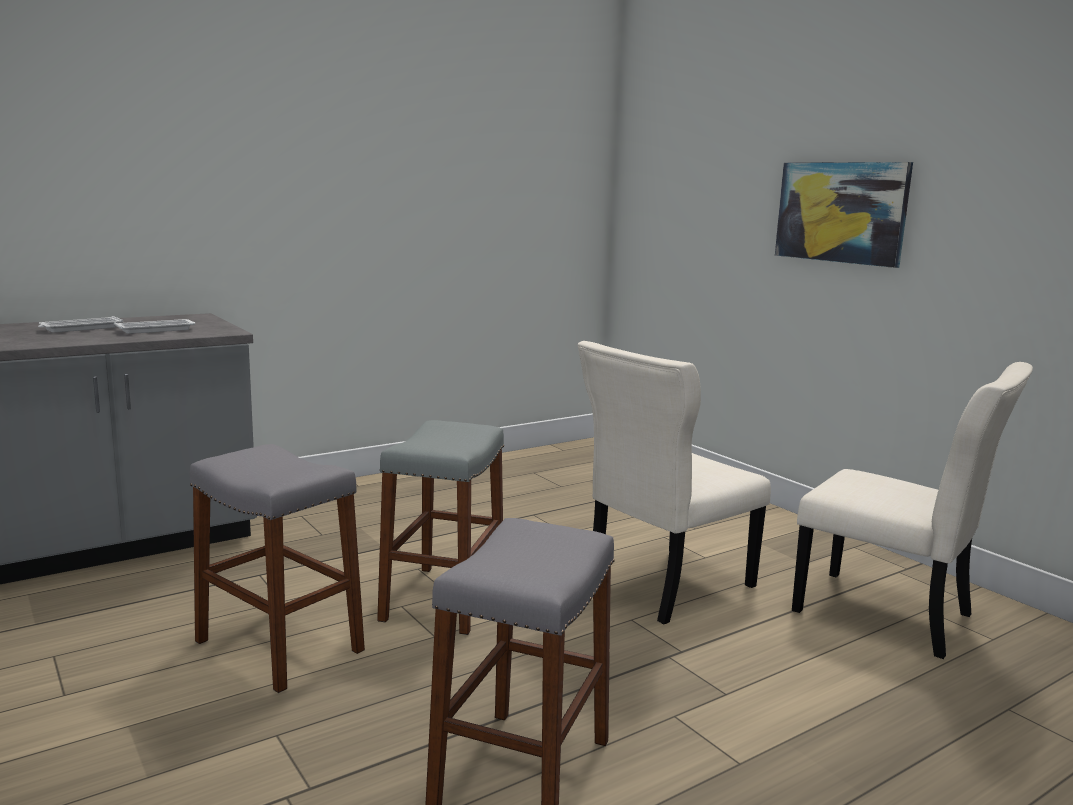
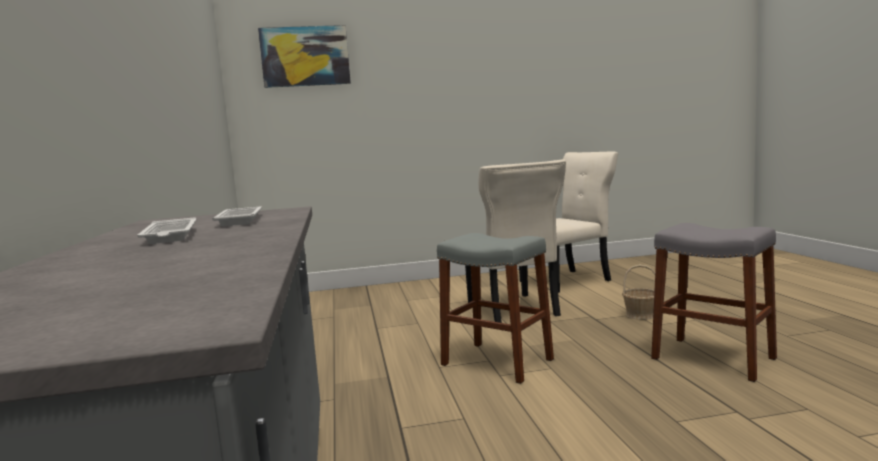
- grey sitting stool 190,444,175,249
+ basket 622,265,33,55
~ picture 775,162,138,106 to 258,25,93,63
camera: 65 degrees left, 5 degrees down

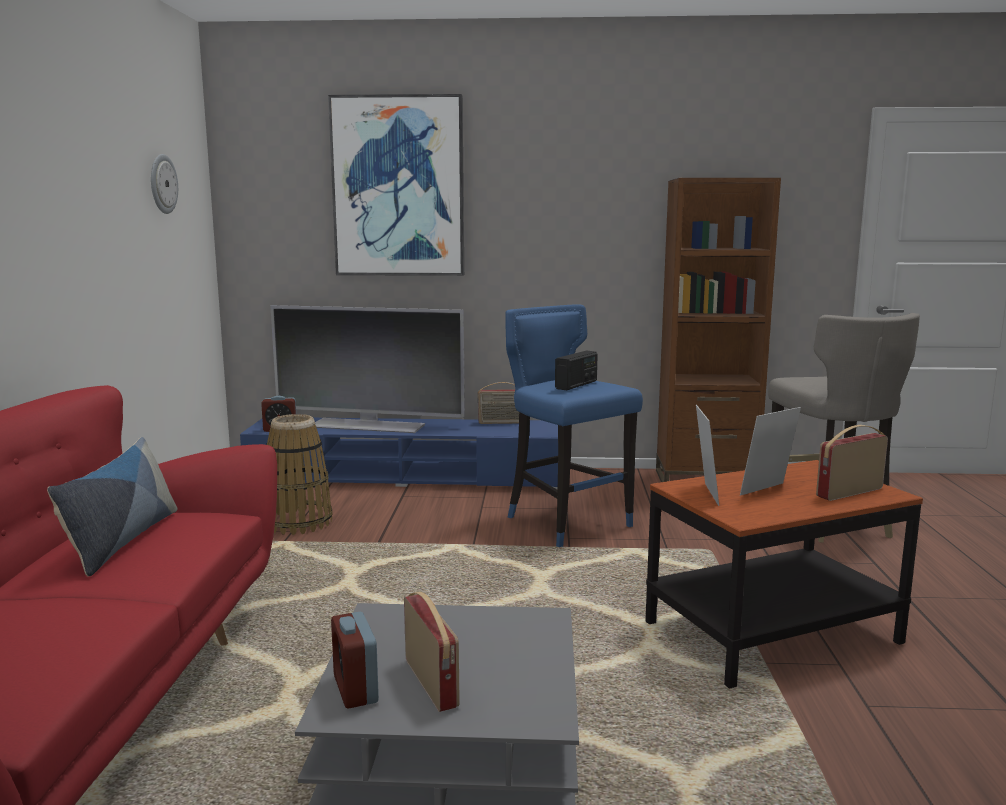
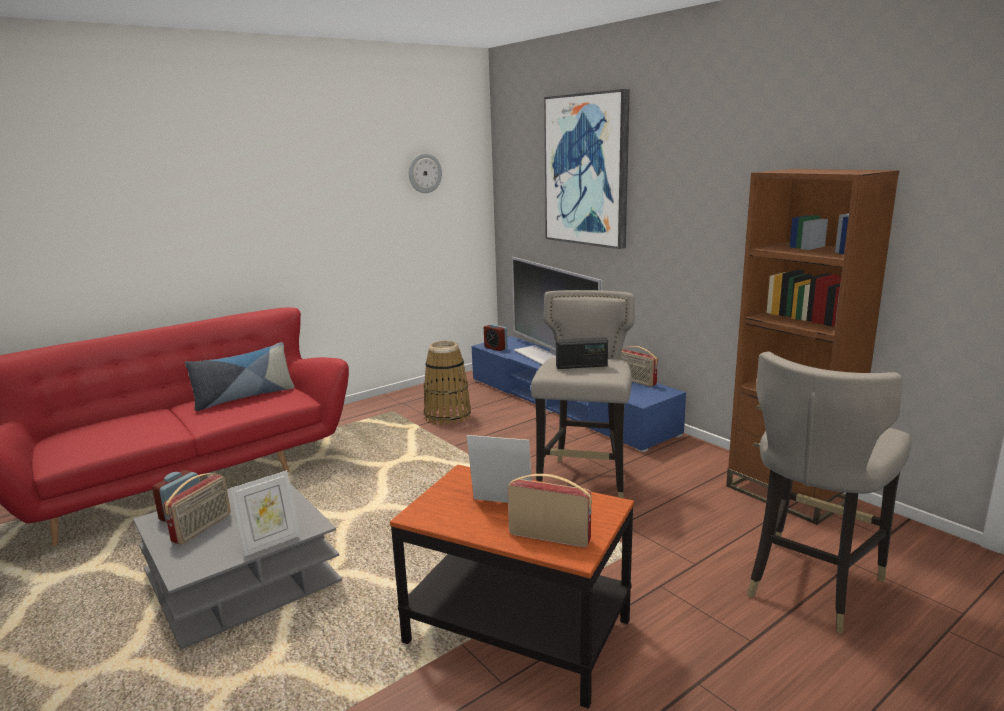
~ photo frame 696,405,23,101 to 230,470,70,86
~ bluish sitting stool 505,305,138,242 to grey sitting stool 531,290,104,208
camera: 50 degrees right, 5 degrees up

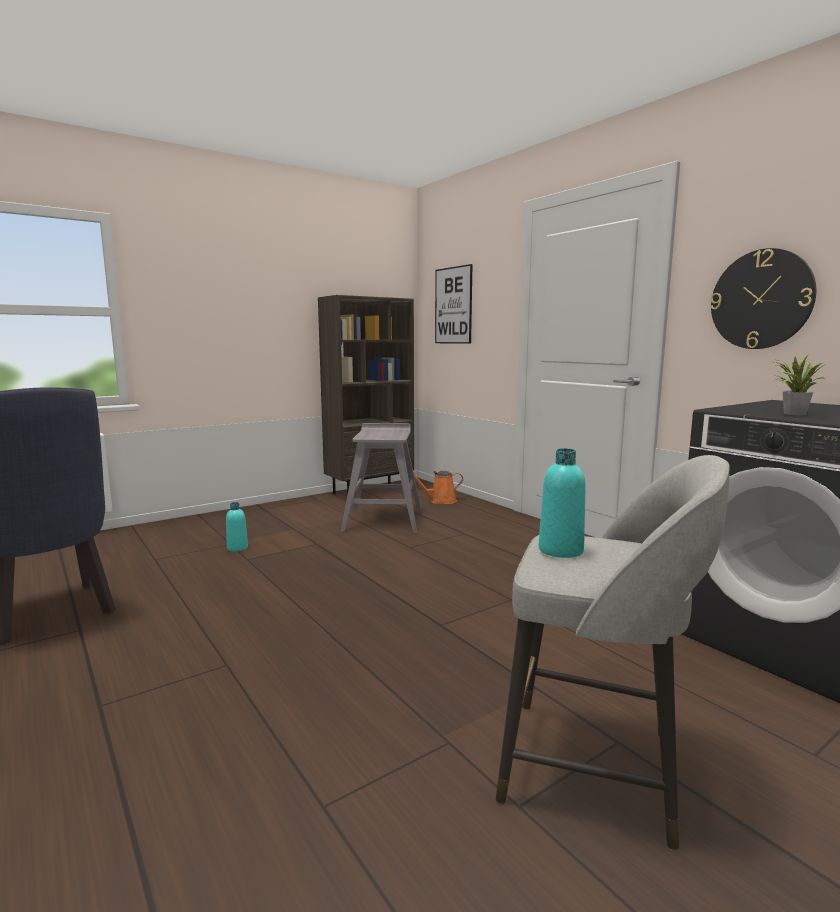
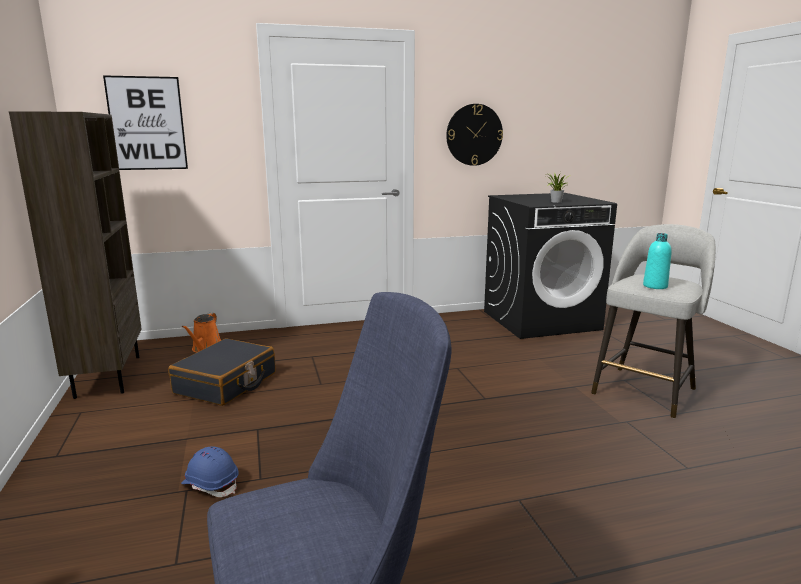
~ turquoise drink bottle 226,502,22,50 to bluish hard hat 181,447,58,50
~ grey sitting stool 341,423,81,110 to blackish travel case 168,338,108,68
camera: 70 degrees left, 5 degrees up

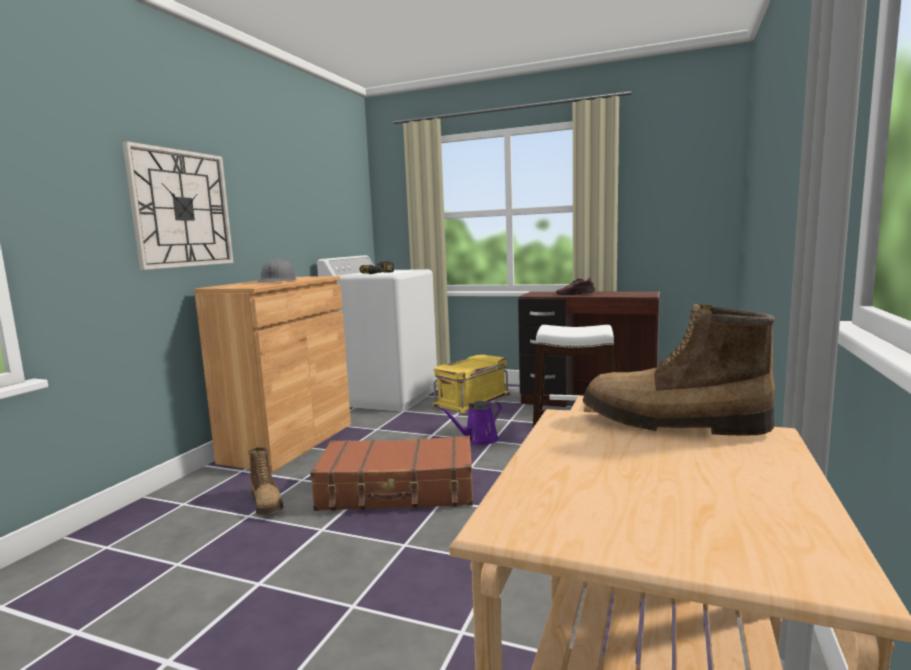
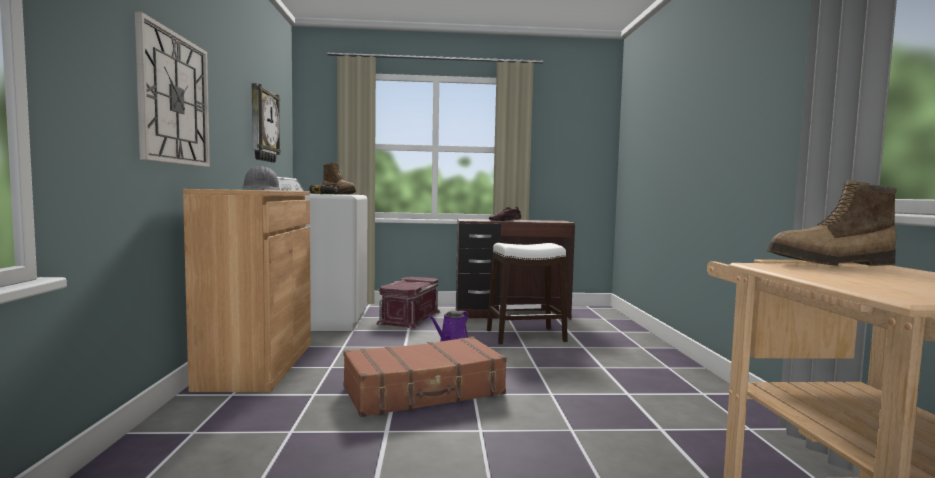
+ wall clock 252,83,29,80
~ high-top boot 248,447,35,68 to 323,162,33,32
~ yellow-coloured storage bin 432,355,79,58 to red-coloured storage bin 377,277,63,52
camera: 25 degrees left, 5 degrees down

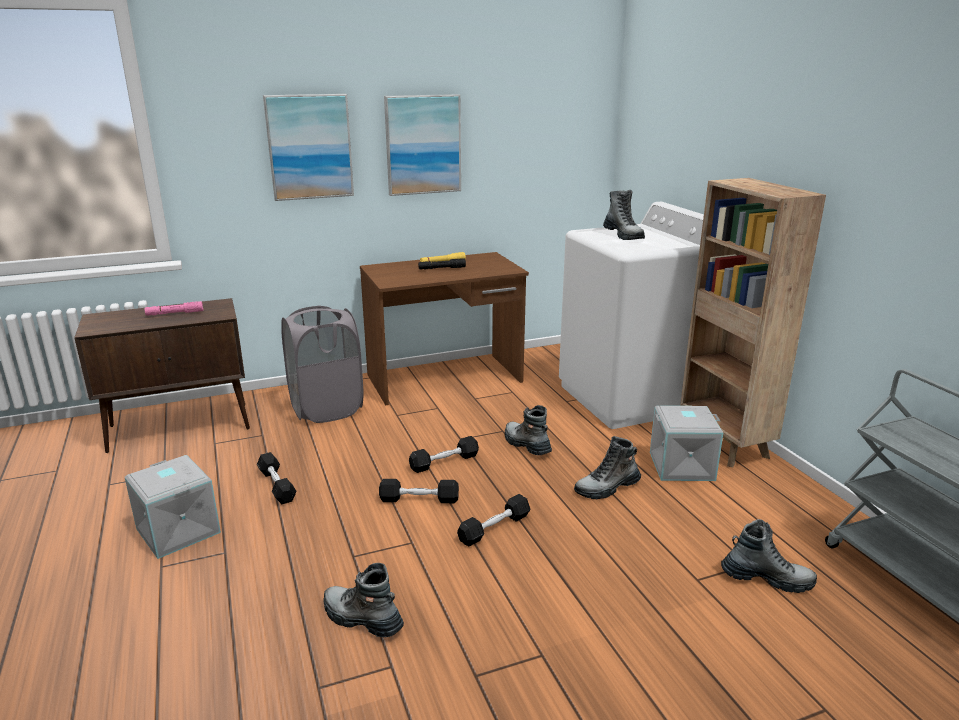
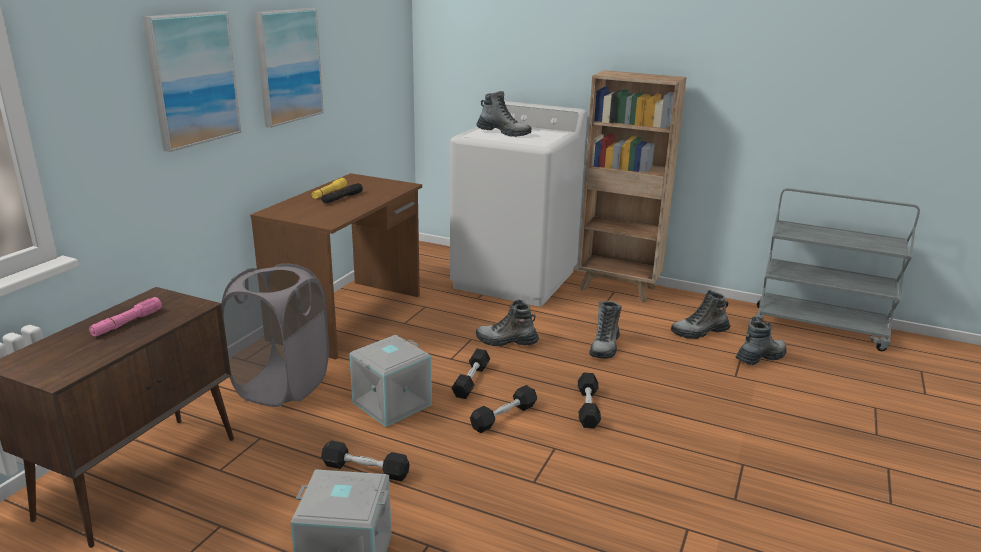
~ high-top boot 323,563,81,75 to 671,290,60,49
~ grey storage bin 650,406,73,75 to 349,335,83,92
camera: 45 degrees left, 0 degrees up

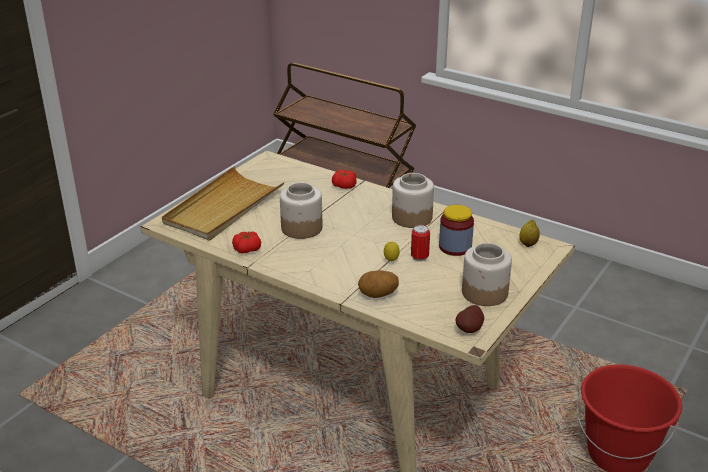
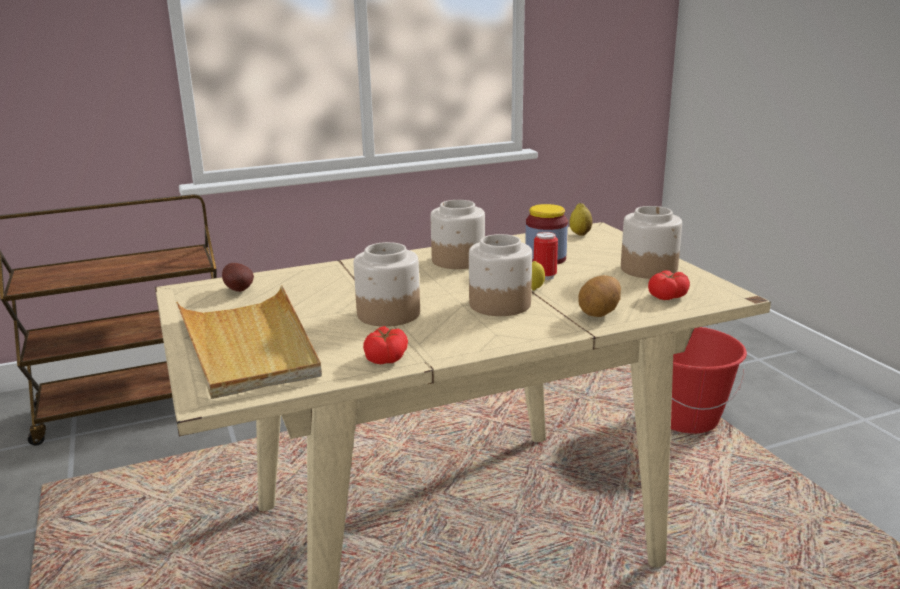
+ preserve jar 469,234,63,82
~ fresh tomato 332,170,25,19 to 648,270,42,30
~ spud 456,305,28,28 to 222,263,32,29
camera: 55 degrees left, 10 degrees down

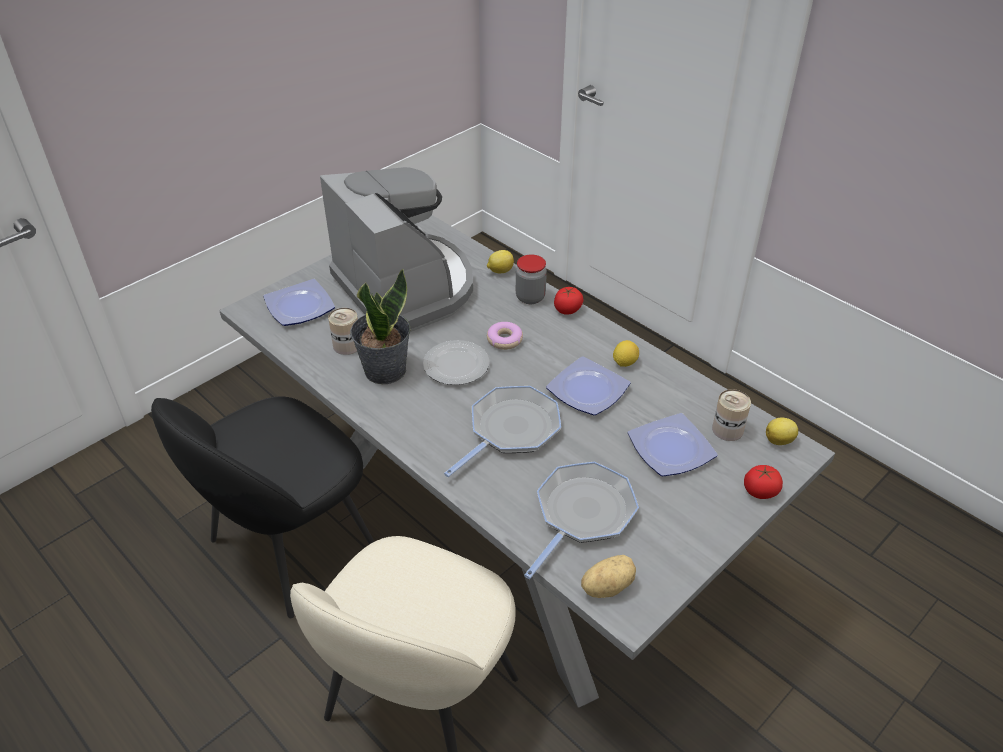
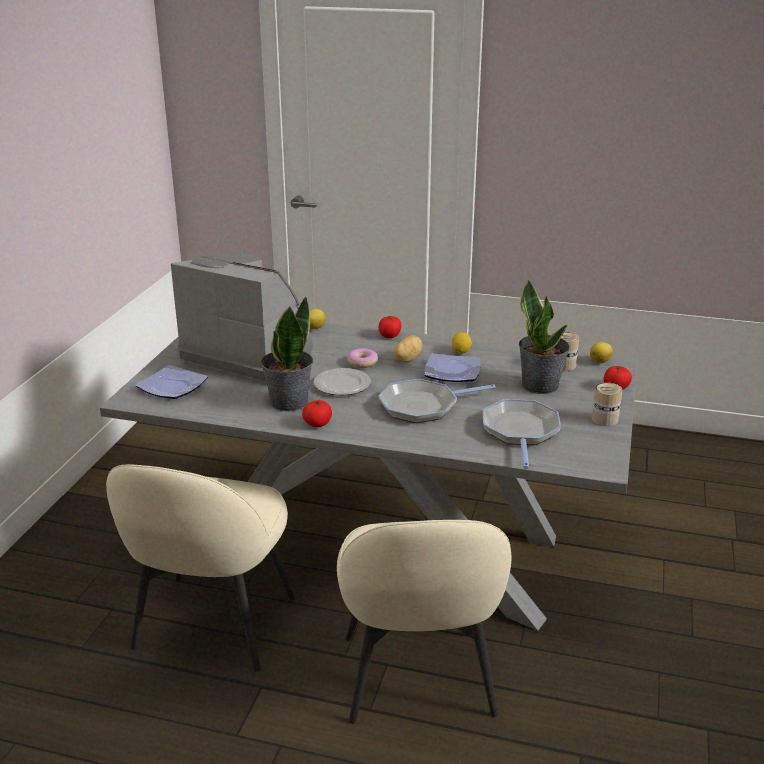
- preserve jar 516,254,31,50
+ fresh tomato 302,400,30,27
~ metal can 328,308,30,47 to 591,382,31,44
~ spud 581,555,55,43 to 393,335,29,28
~ dinner plate 628,413,90,63 to houseplant 519,280,51,114
~ blackish plain chair 151,397,223,221 to sand-coloured plain chair 106,464,189,208
~ frying pan 444,386,117,91 = 378,379,117,44 120 degrees counterclockwise
camera: 30 degrees left, 15 degrees down

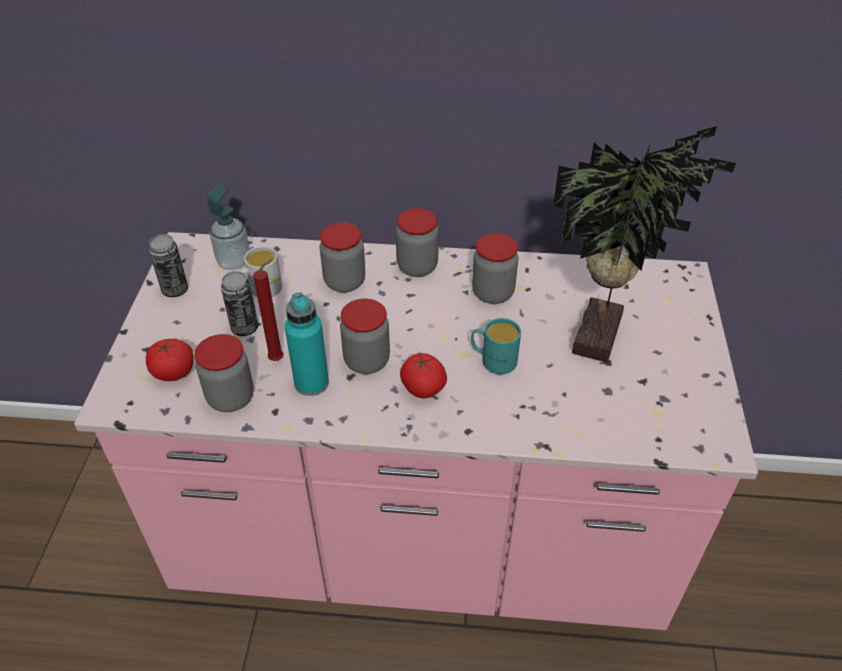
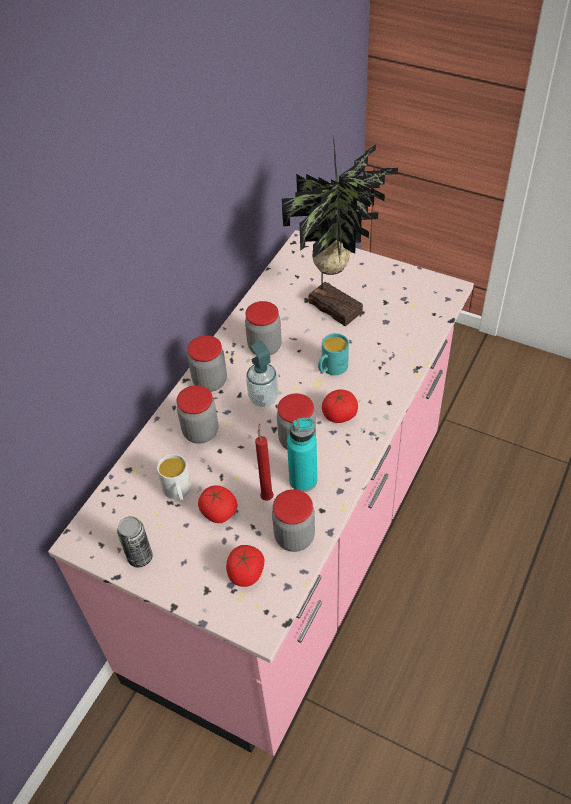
~ soap dispenser 207,185,43,85 to 246,341,32,66
~ metal can 221,271,37,65 to fresh tomato 198,485,39,38
camera: 65 degrees left, 5 degrees up

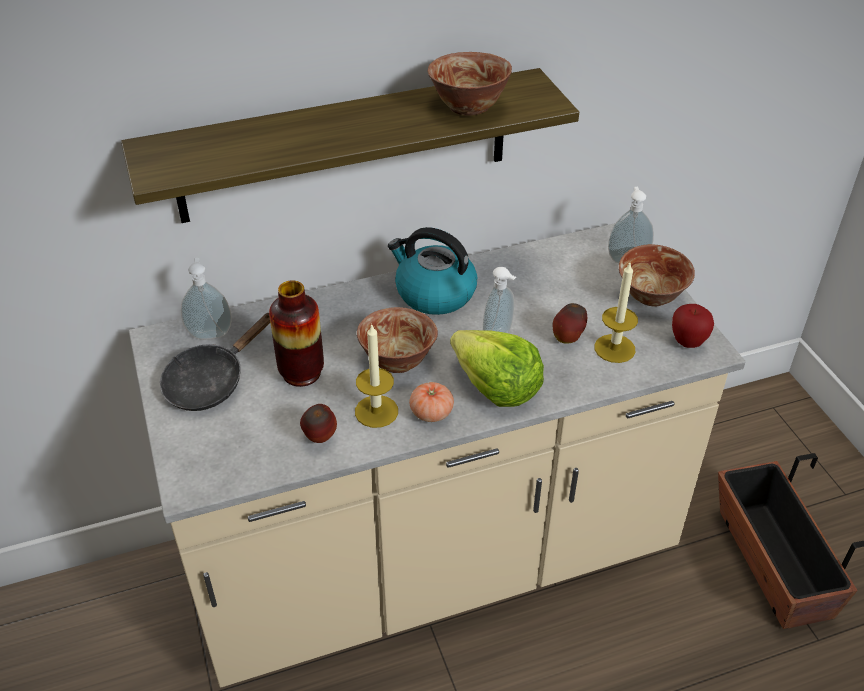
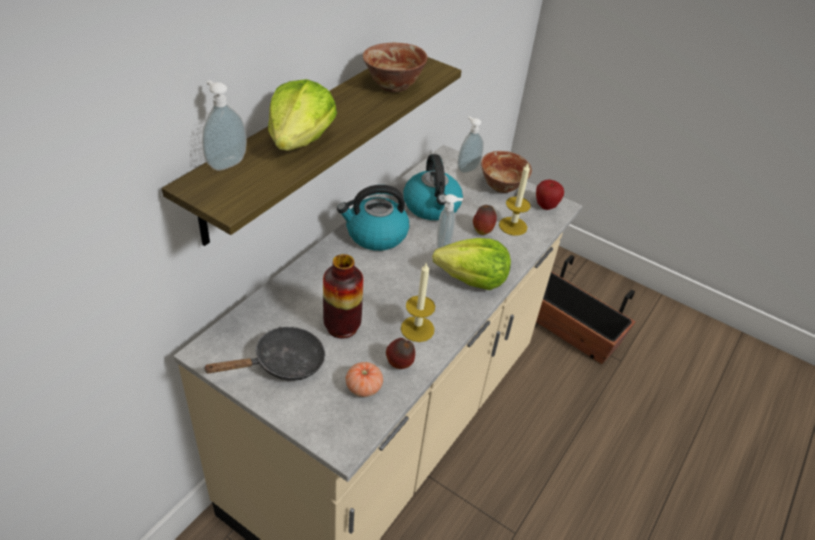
- serving bowl 357,307,81,66
+ head of lettuce 268,79,69,72
+ tea kettle 403,154,60,66
~ soap dispenser 181,258,51,81 to 202,80,45,91
~ fresh tomato 409,382,45,40 to 346,362,37,35
~ blackish frying pan 160,313,110,98 = 204,327,121,54 120 degrees counterclockwise
camera: 40 degrees left, 0 degrees up

